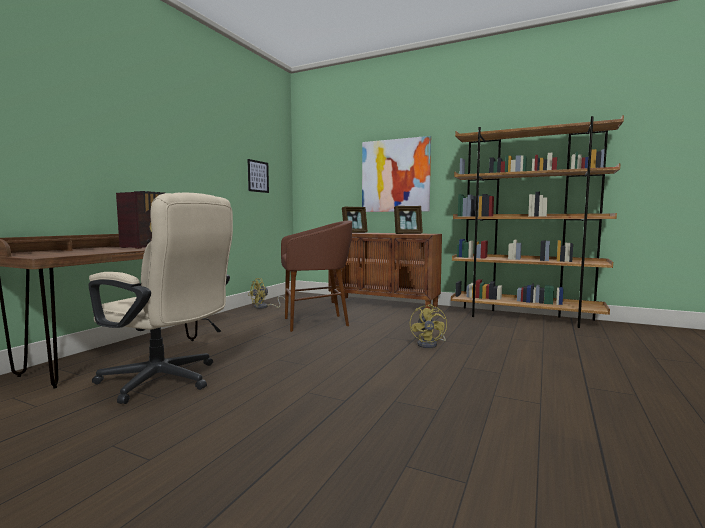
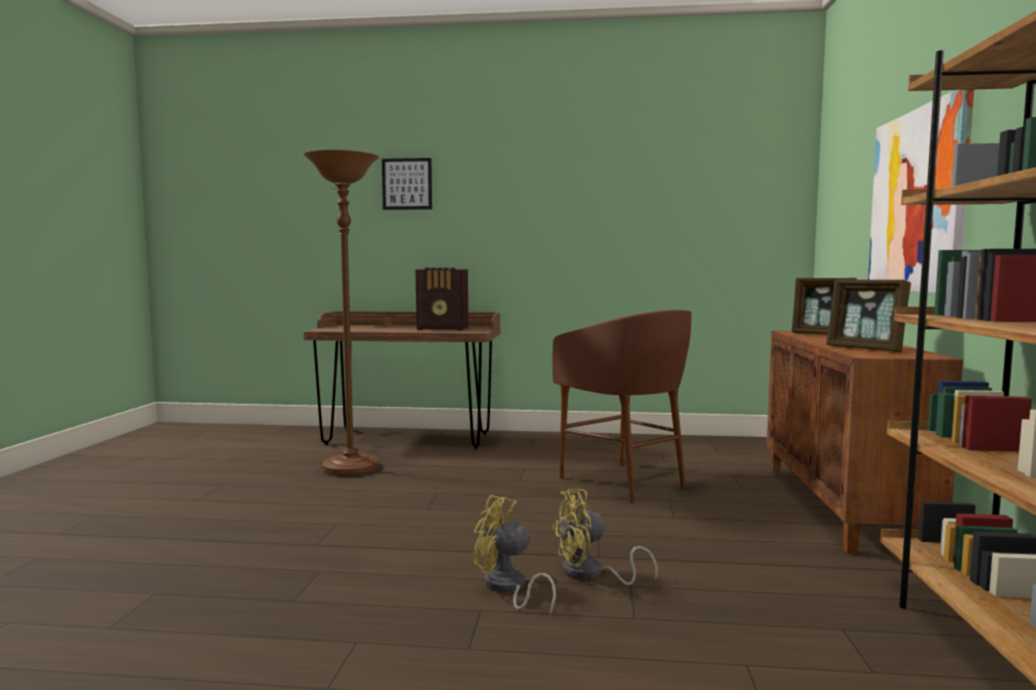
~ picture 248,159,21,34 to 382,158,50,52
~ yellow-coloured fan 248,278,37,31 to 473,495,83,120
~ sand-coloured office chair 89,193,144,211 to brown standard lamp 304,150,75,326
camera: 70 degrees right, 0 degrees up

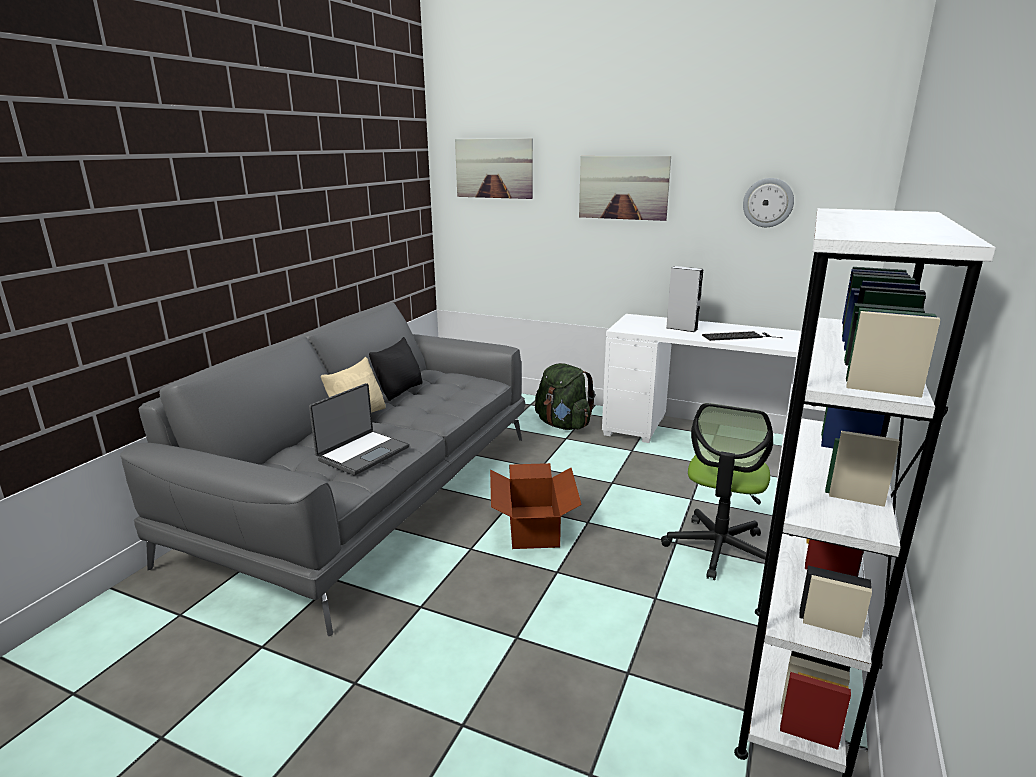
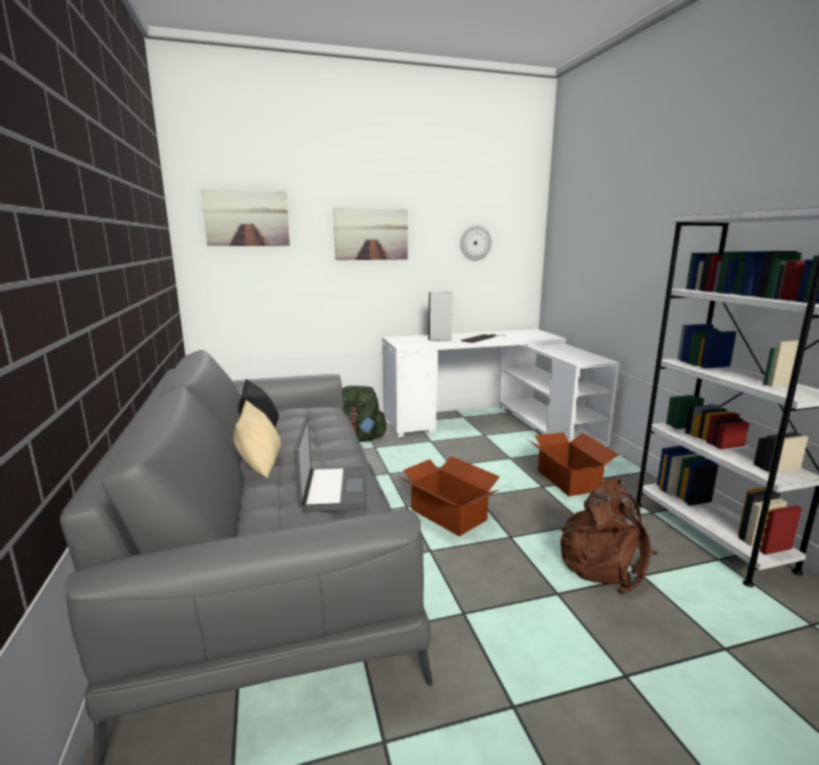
+ brown knapsack 560,477,98,117
~ office chair 661,403,112,177 to carton 528,432,91,64
camera: 40 degrees left, 5 degrees down

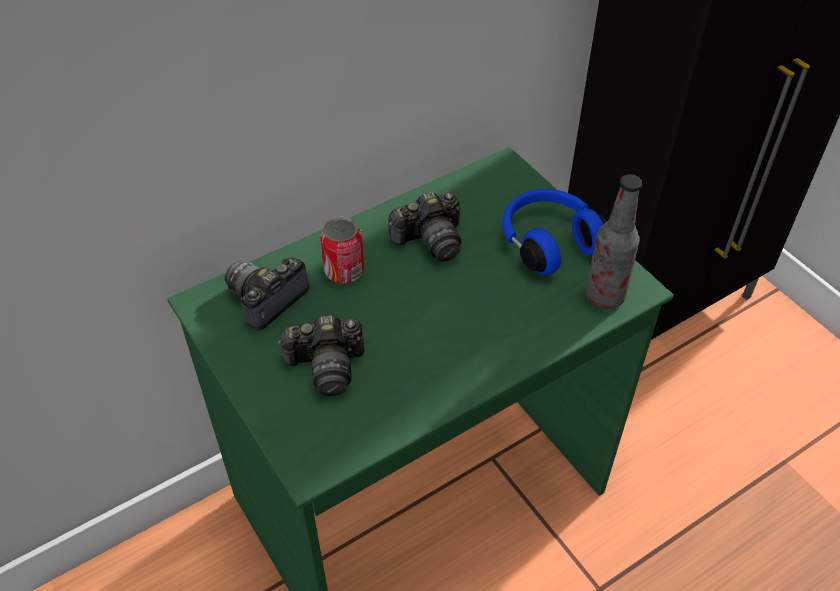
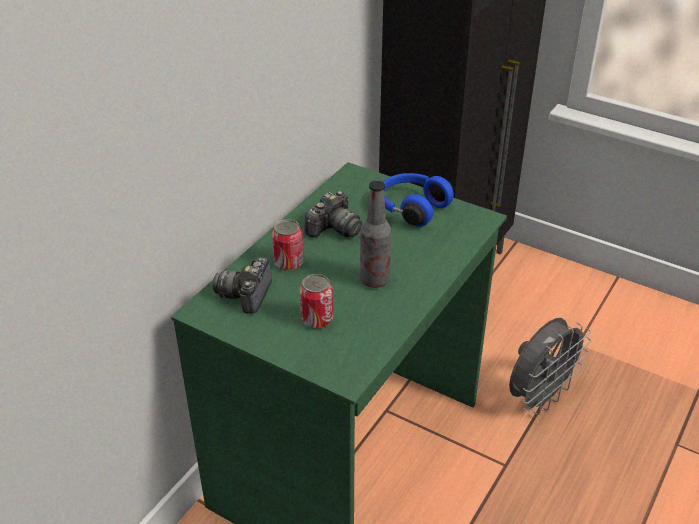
+ grey fan 509,318,82,97
~ drink bottle 585,174,57,135 to 360,180,31,108
~ photo camera 277,316,88,80 to metal can 299,274,34,55
camera: 25 degrees left, 10 degrees down

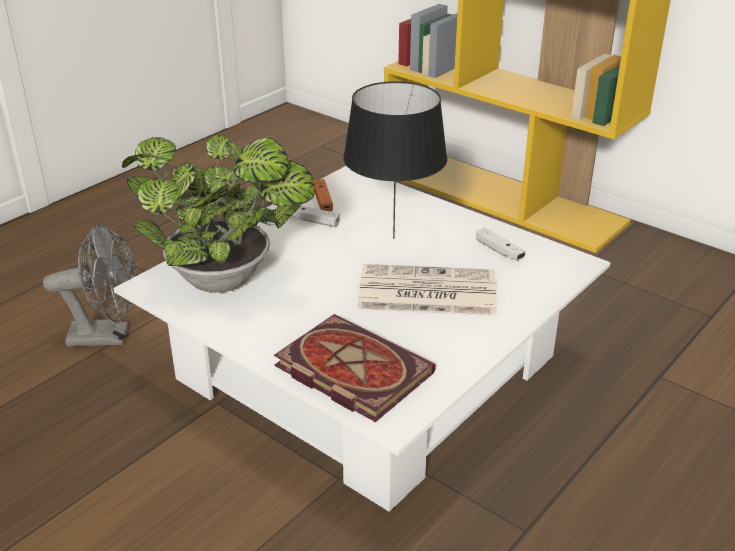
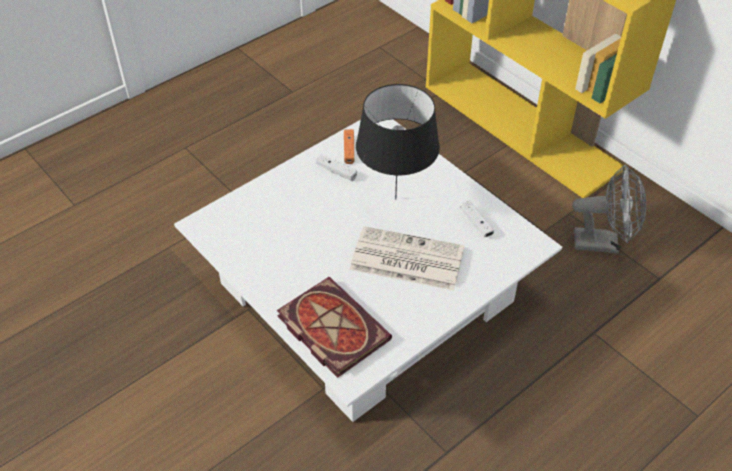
- houseplant 122,135,193,158
~ grey fan 43,223,94,124 to 572,165,74,89
camera: 10 degrees right, 15 degrees up

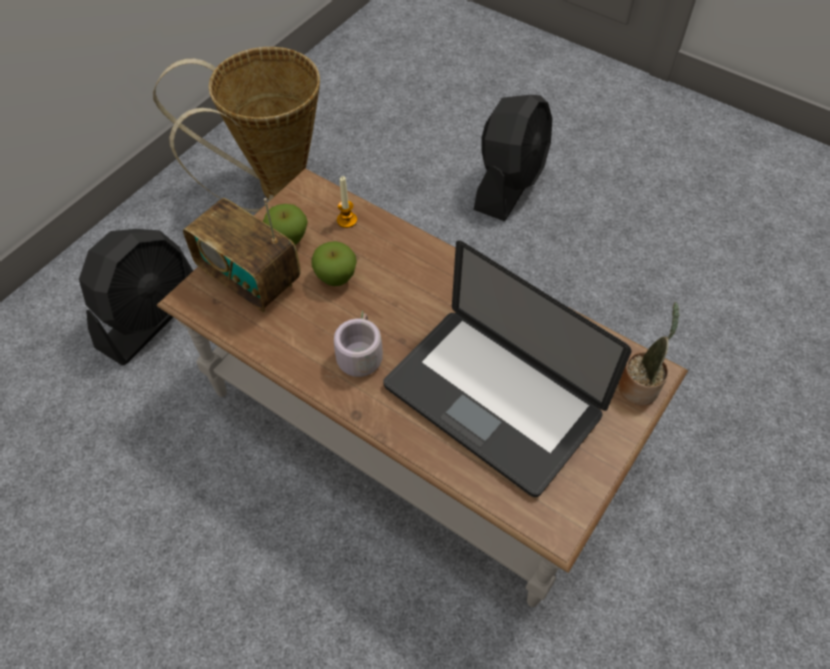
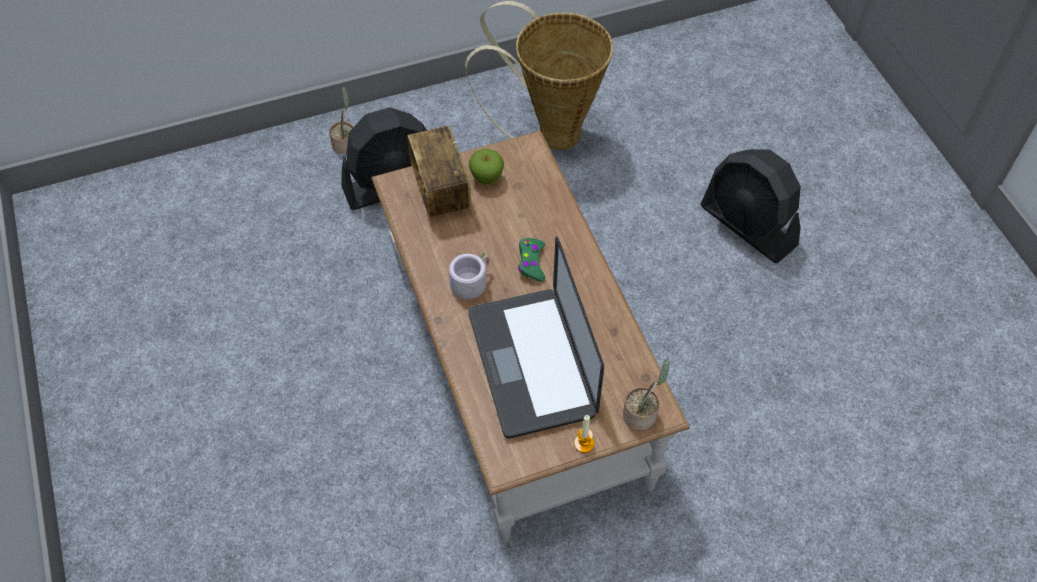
- apple fruit 311,241,46,45
+ houseplant 329,87,24,67
+ greenish gamepad 518,238,27,44
~ candle 337,176,20,52 to 574,415,20,38
~ blackish fan 474,95,78,126 = 701,149,100,114 75 degrees clockwise
camera: 35 degrees right, 0 degrees up

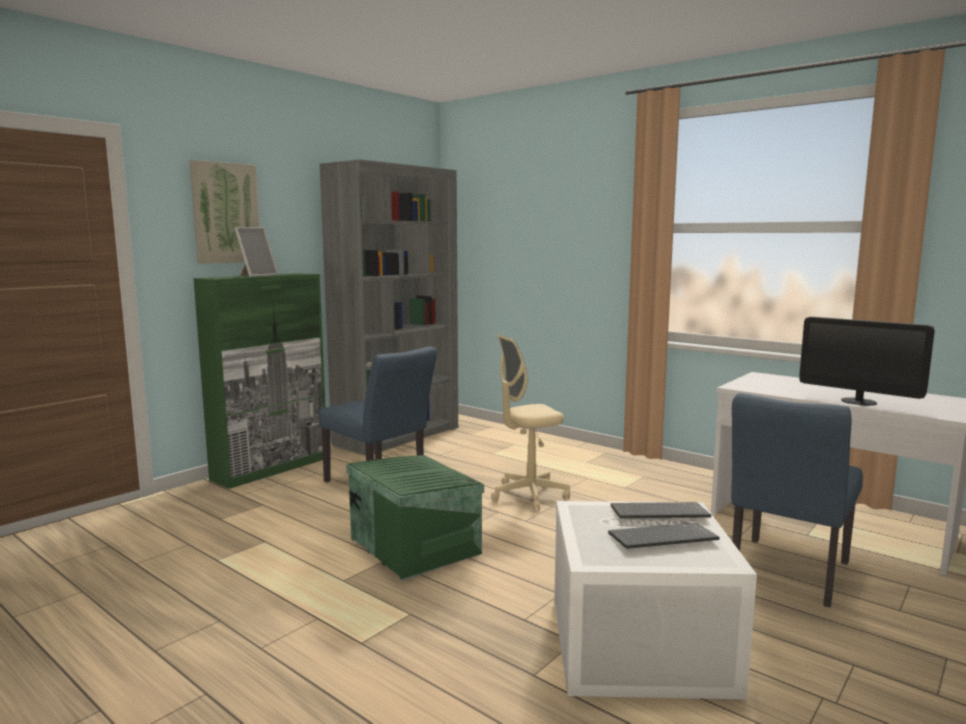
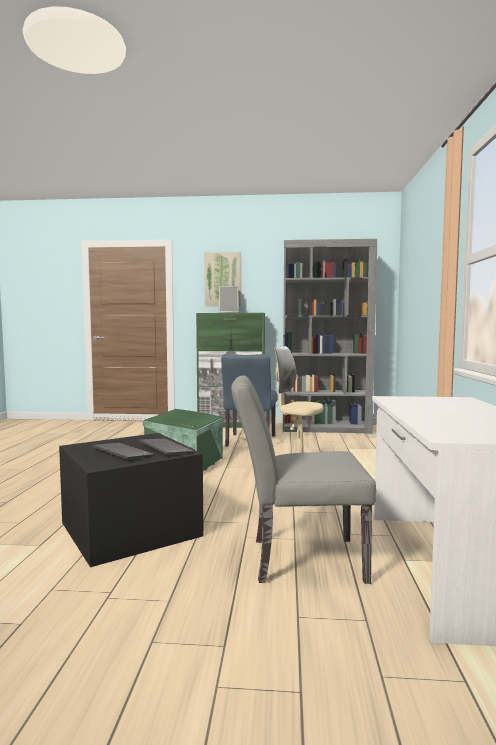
- computer display 799,317,136,89
~ white-coloured storage bin 554,501,203,198 to blackish storage bin 59,433,145,134
~ bluish plain chair 731,393,132,214 to grey plain chair 231,375,145,209
camera: 55 degrees right, 5 degrees down

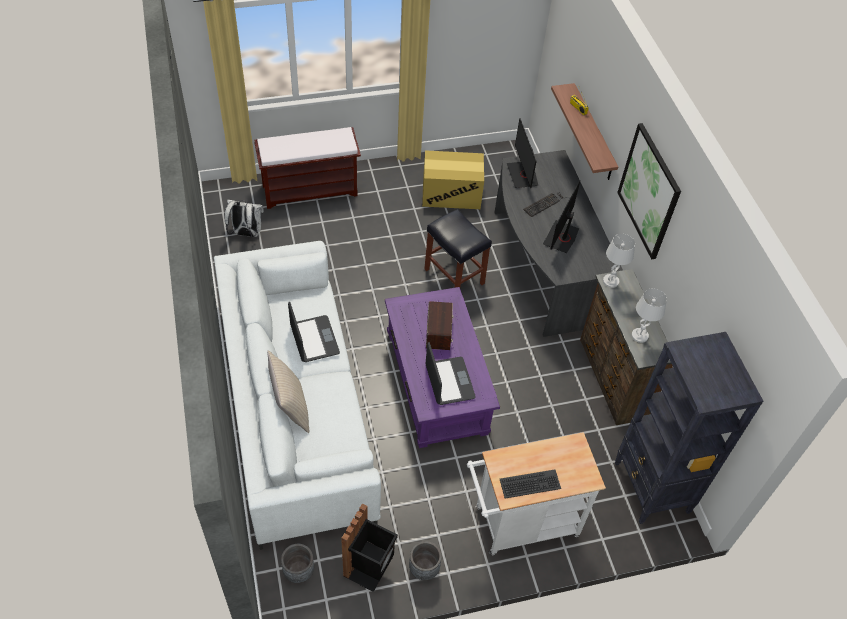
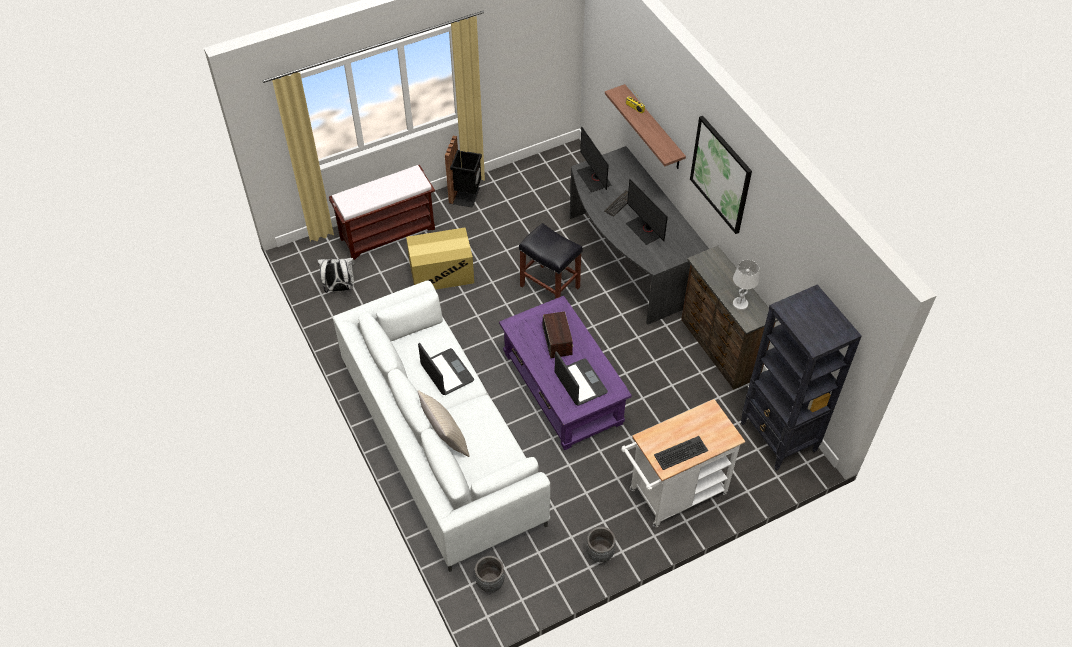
- white-coloured tabletop lamp 603,234,32,54
~ blackish trash can 341,504,57,88 to 445,136,37,72
~ carton 422,150,62,59 to 406,227,68,63
~ computer display 543,180,37,73 = 626,179,42,66 45 degrees counterclockwise
camera: 10 degrees left, 0 degrees up

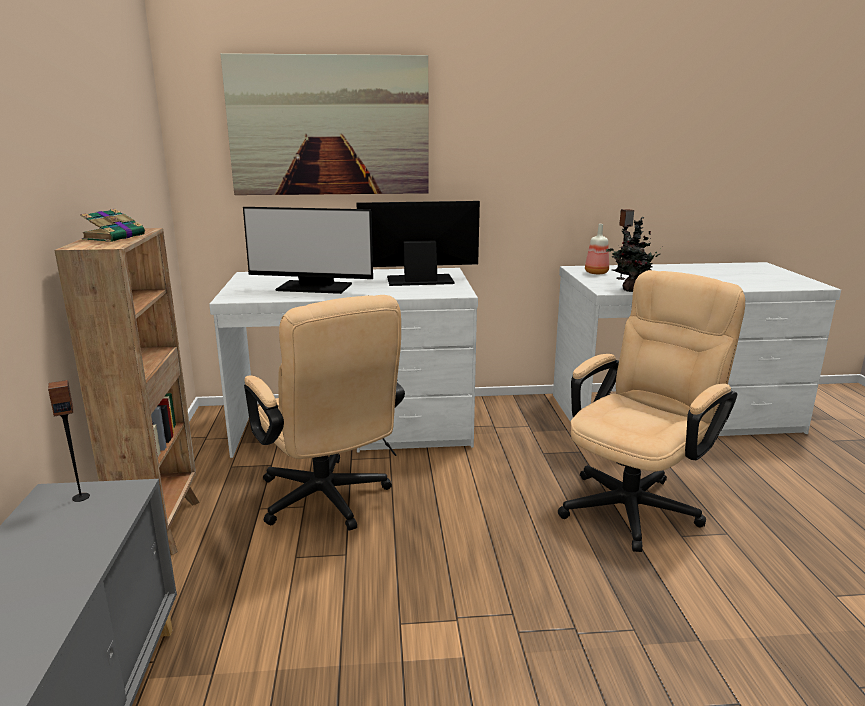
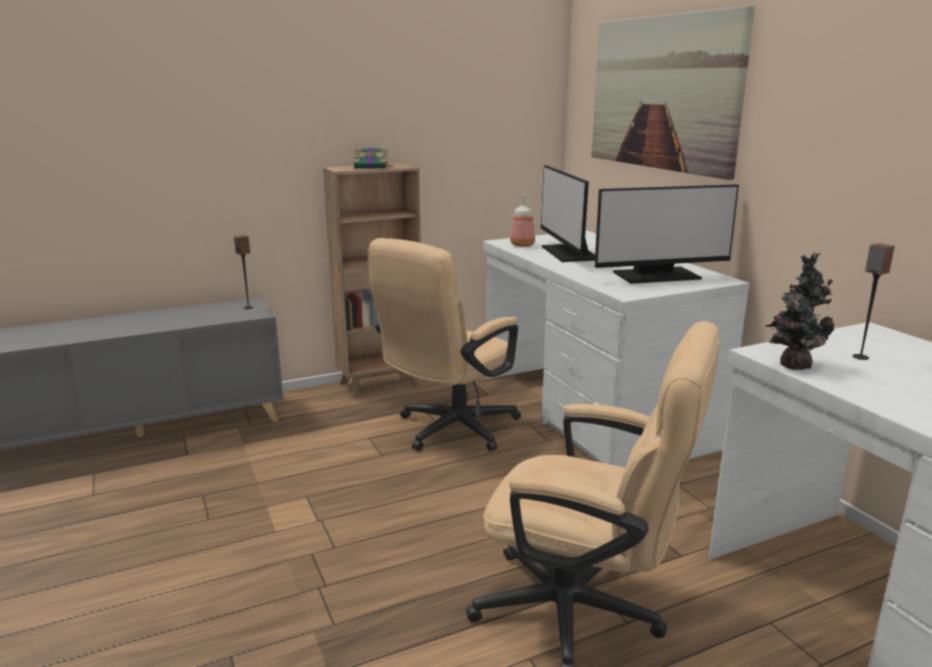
~ drink bottle 585,224,24,50 to 510,194,25,53
~ computer display 356,201,124,85 = 595,185,144,99 105 degrees clockwise
camera: 70 degrees right, 0 degrees up

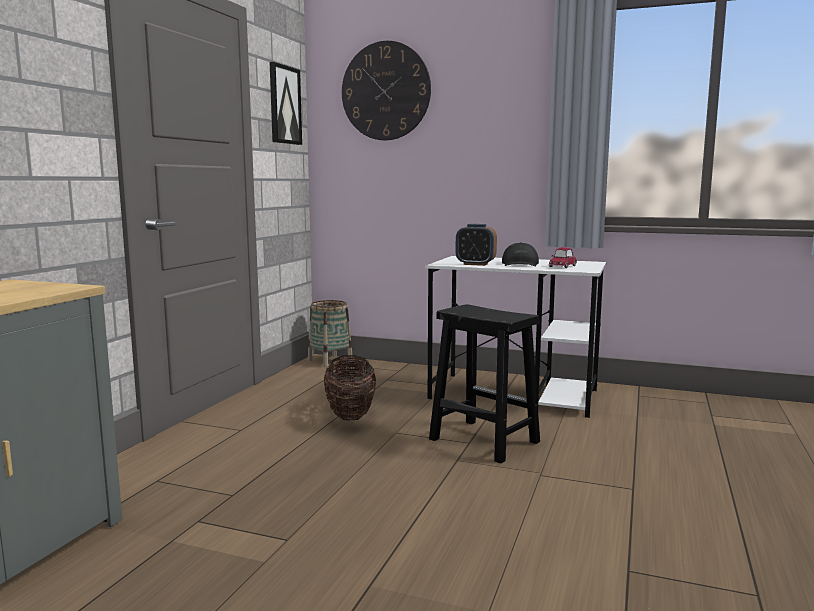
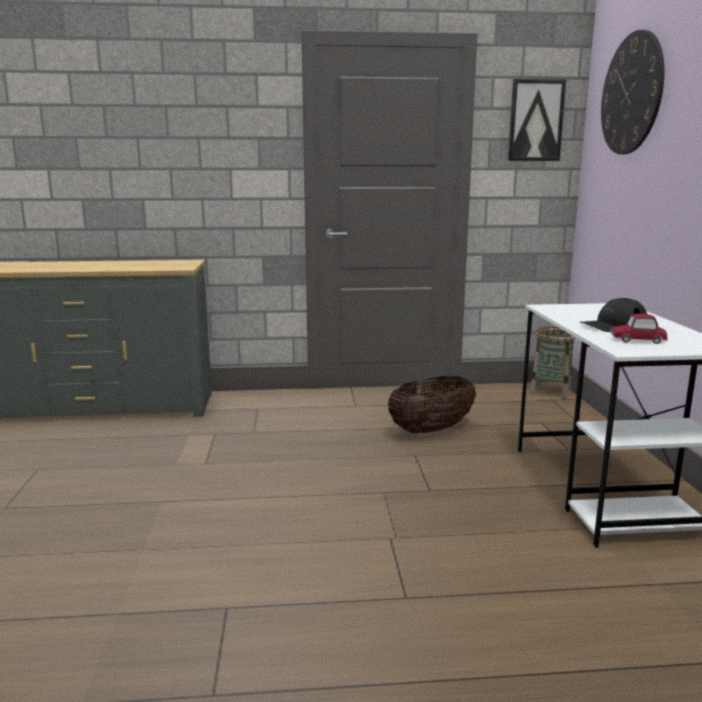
- blackish sitting stool 429,304,111,160
- table clock 455,224,42,42
camera: 65 degrees right, 5 degrees up

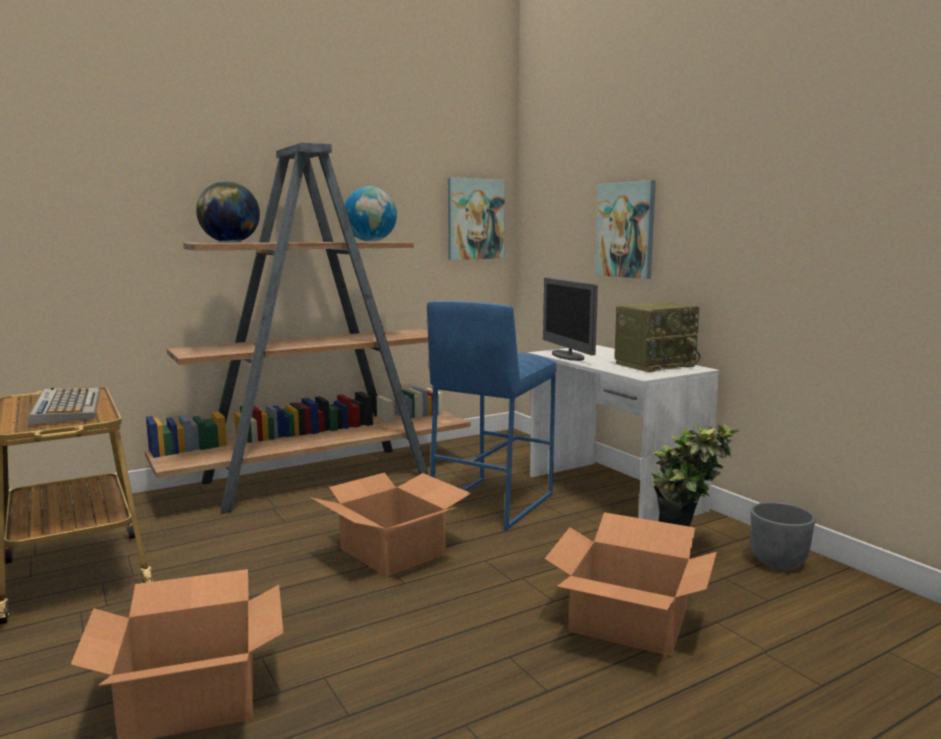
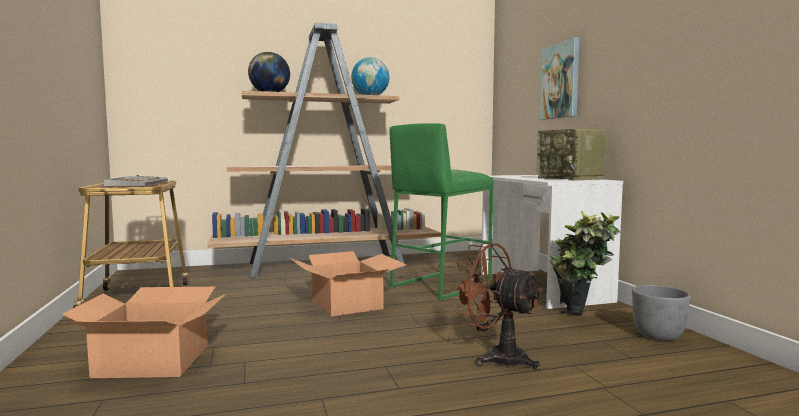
- picture 448,177,57,83
- computer display 543,278,55,83
~ carton 545,512,172,144 to brown fan 451,243,92,127
~ bluish sitting stool 427,301,129,229 to greenish sitting stool 389,123,105,177
~ radio 614,302,86,70 = 537,129,69,51 75 degrees clockwise
camera: 15 degrees right, 5 degrees down

